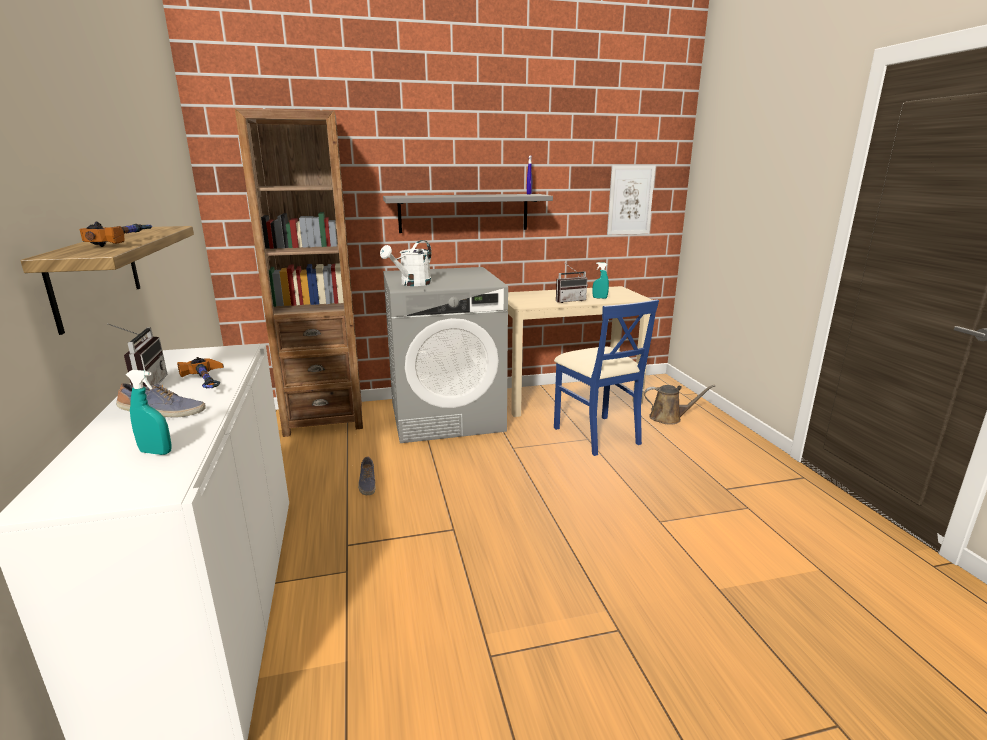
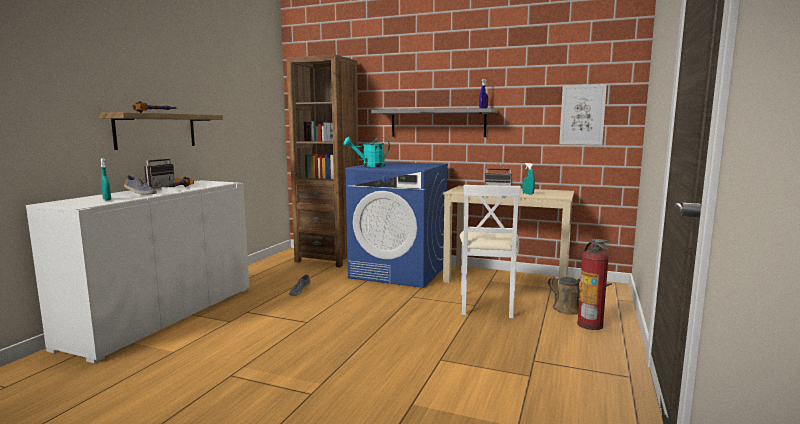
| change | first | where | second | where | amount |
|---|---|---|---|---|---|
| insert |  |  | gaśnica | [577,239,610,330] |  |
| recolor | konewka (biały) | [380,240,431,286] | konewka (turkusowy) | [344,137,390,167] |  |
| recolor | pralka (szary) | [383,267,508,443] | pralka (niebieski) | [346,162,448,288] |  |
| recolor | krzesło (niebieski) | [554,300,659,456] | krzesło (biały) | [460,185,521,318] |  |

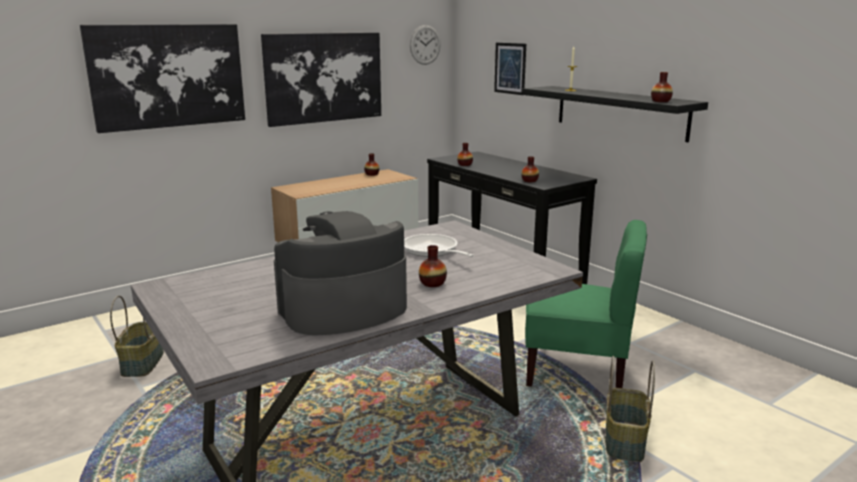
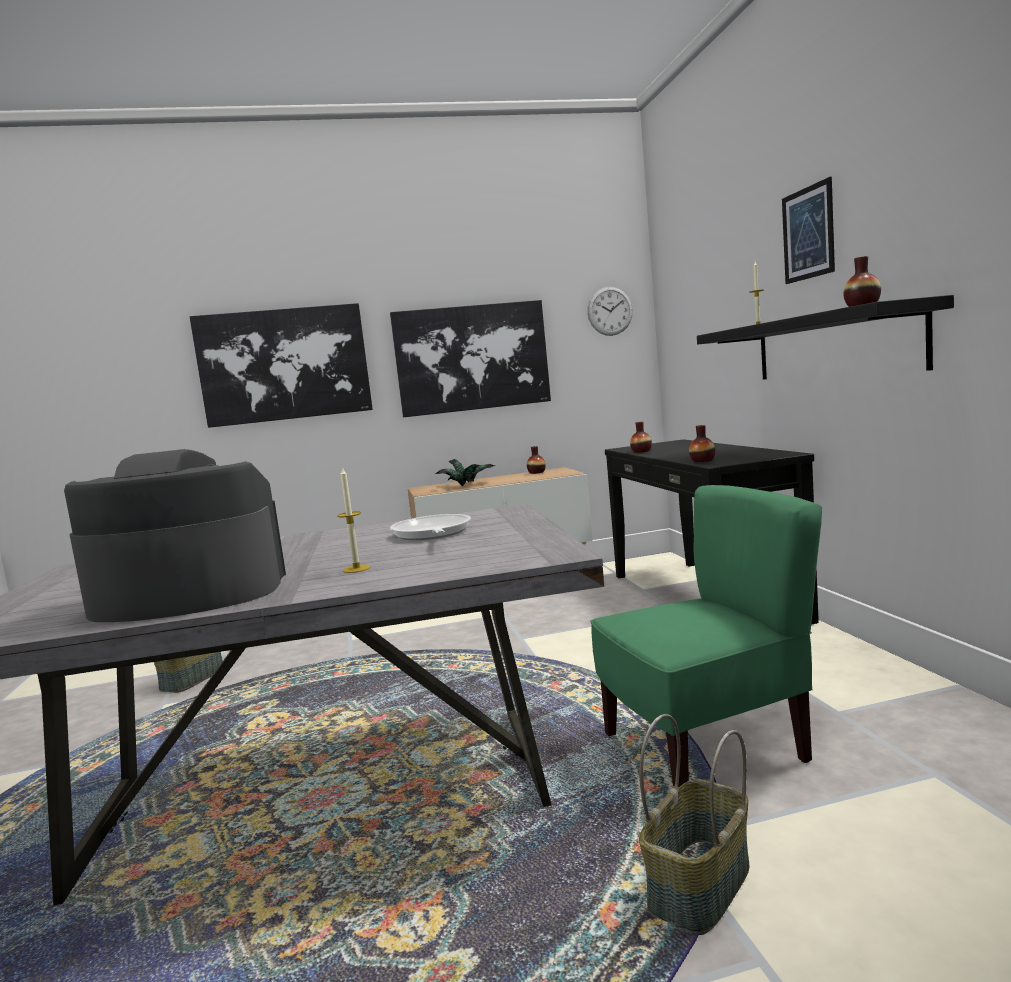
| change | first | where | second | where | amount |
|---|---|---|---|---|---|
| insert |  |  | roślina doniczkowa | [435,459,495,486] |  |
| move | obraz | [494,43,526,95] |  | [782,177,835,284] |  |
| replace | wazon | [419,245,447,287] | świeca | [337,466,371,573] |  |
| rotate | krzesło (zielony) | [525,220,647,388] |  | [590,485,822,787] | 60 degrees counterclockwise |

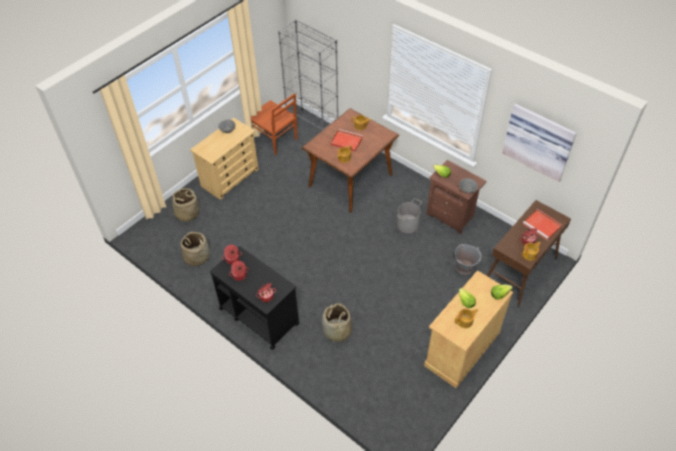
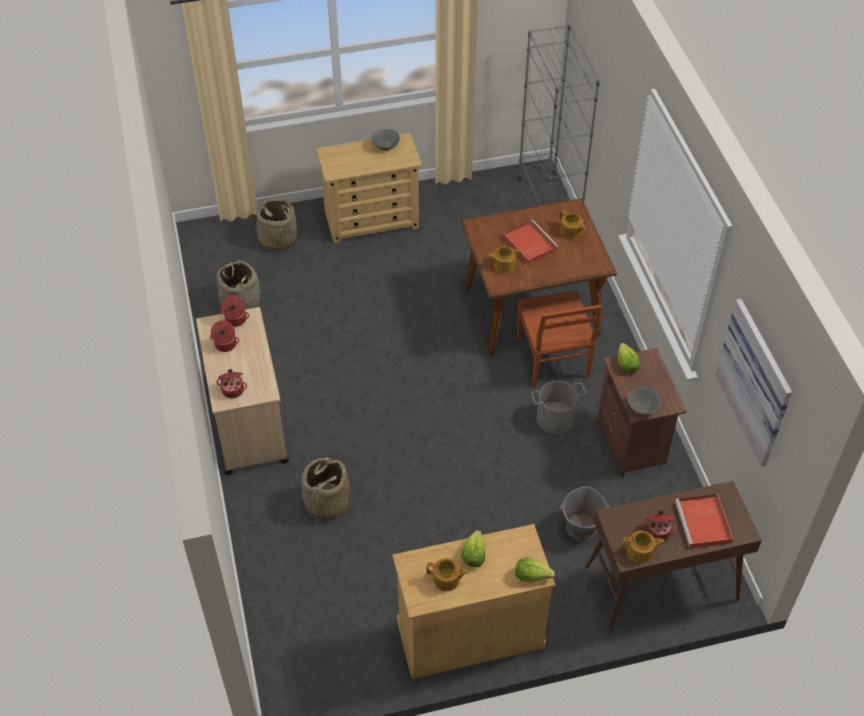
| change | first | where | second | where | amount |
|---|---|---|---|---|---|
| move | krzesło (brązowy) | [251,93,297,155] |  | [517,291,602,387] |  |
| recolor | wózek (czarny) | [210,246,300,350] | wózek (beżowy) | [196,307,289,475] |  |

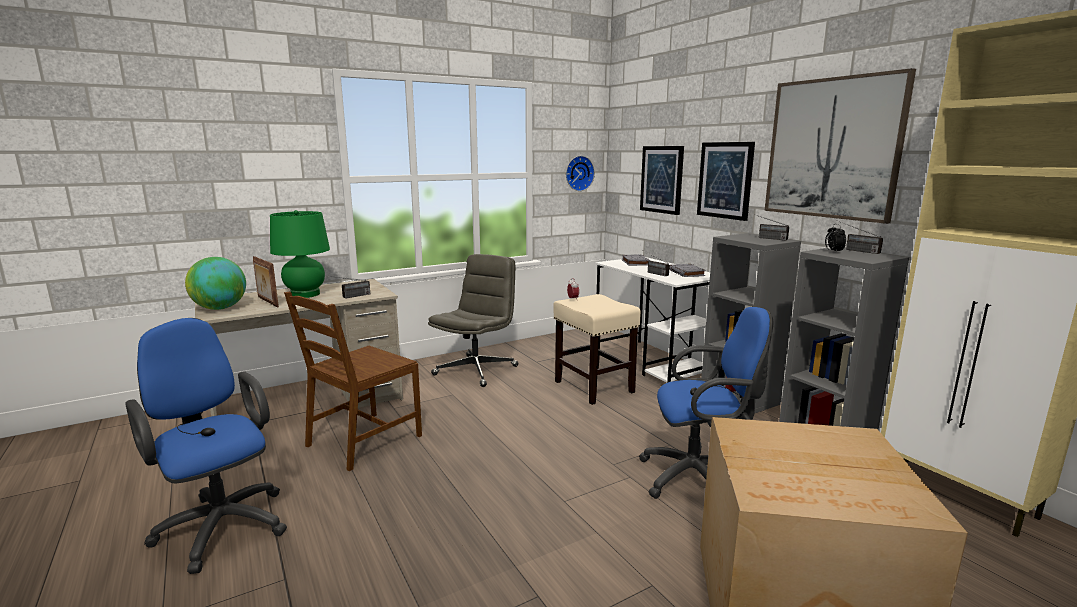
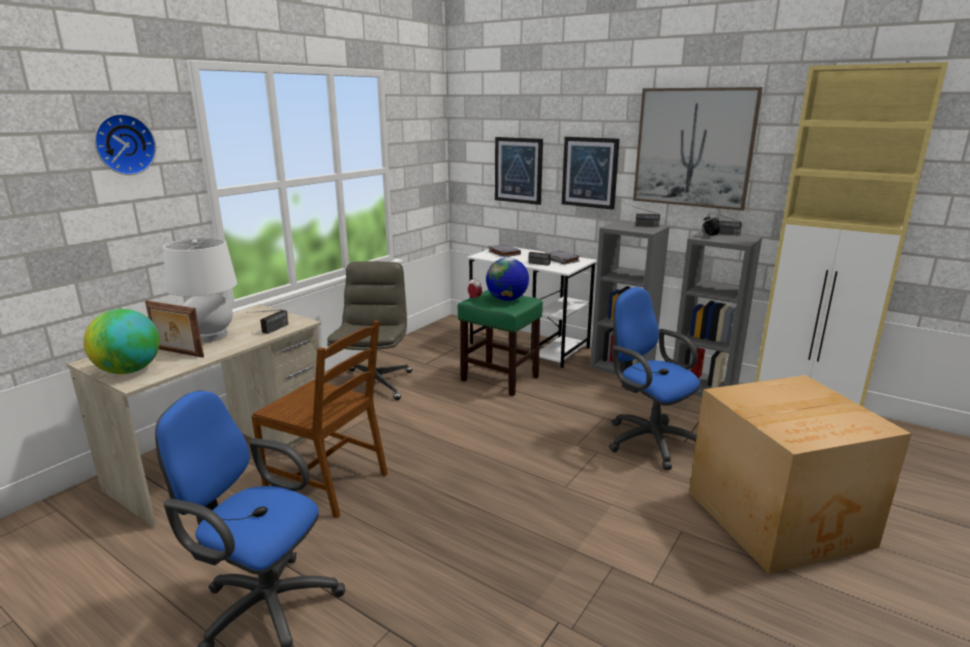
| change | first | where | second | where | amount |
|---|---|---|---|---|---|
| insert |  |  | globus | [486,258,529,301] |  |
| move | zegar ścienny | [566,156,595,191] |  | [94,114,156,175] |  |
| recolor | lampa stołowa (zielony) | [270,210,330,298] | lampa stołowa (biały) | [163,238,237,342] |  |
| recolor | stołek (beżowy) | [553,294,641,405] | stołek (zielony) | [458,290,543,396] |  |
| rotate | krzesło (brązowy) | [284,292,422,471] |  | [251,320,388,518] | 75 degrees counterclockwise |
| rotate | krzesło biurowe (niebieski) | [639,307,773,499] |  | [609,287,700,470] | 105 degrees counterclockwise |

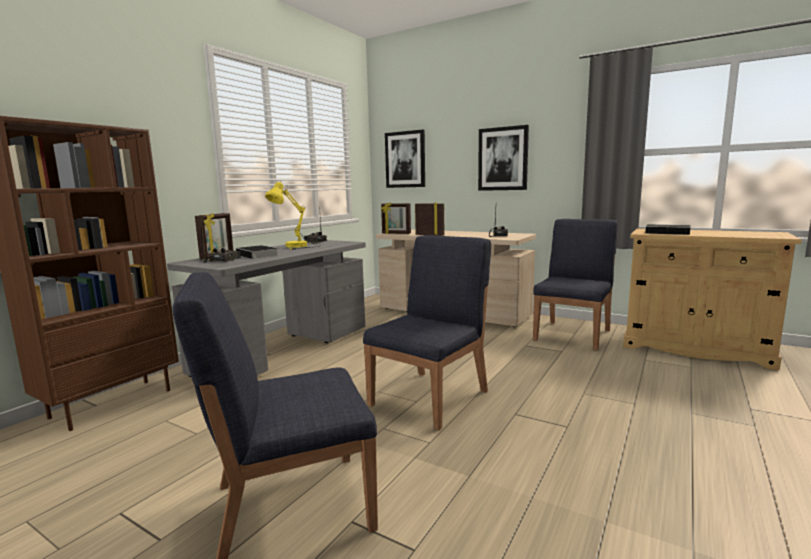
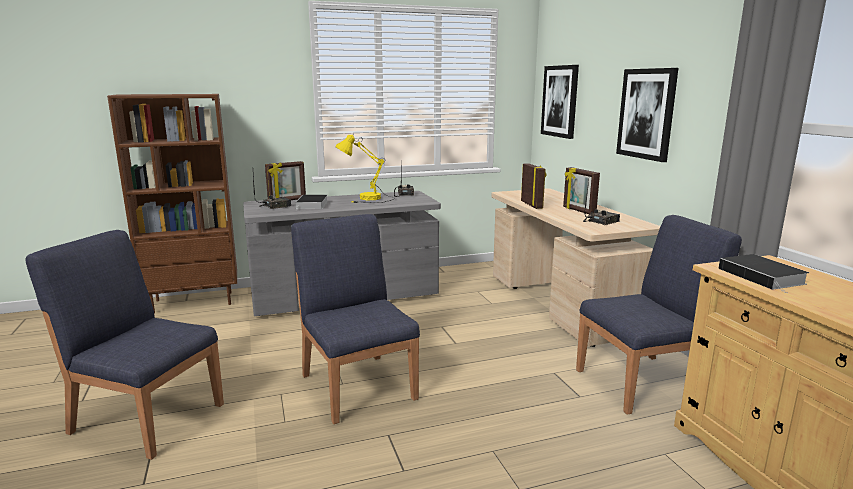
| change | first | where | second | where | amount |
|---|---|---|---|---|---|
| move | ramka na zdjęcie | [381,203,411,234] |  | [563,167,600,215] |  |
| rotate | krzesło (niebieski) | [363,235,491,430] |  | [291,214,420,424] | 105 degrees counterclockwise |

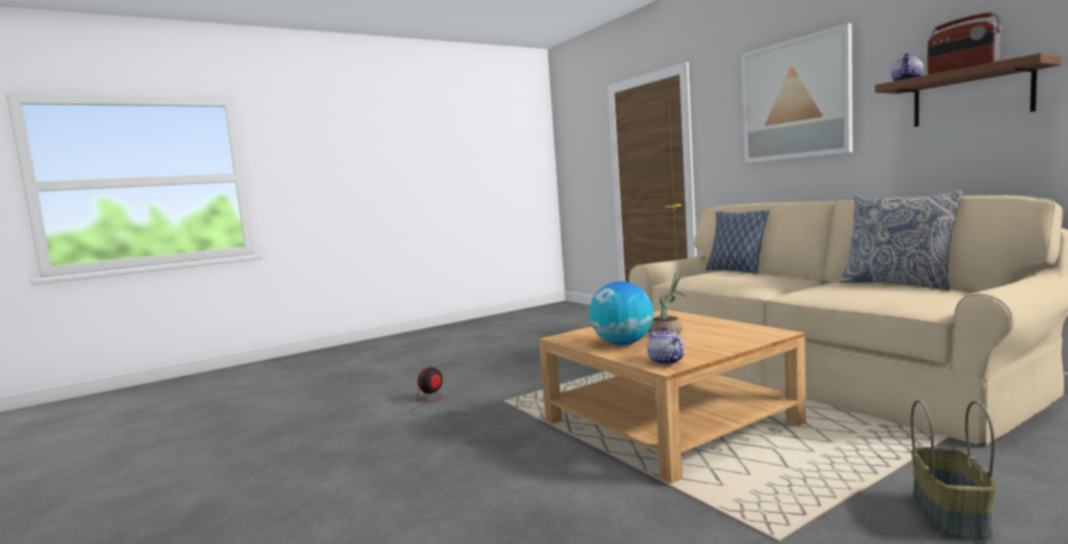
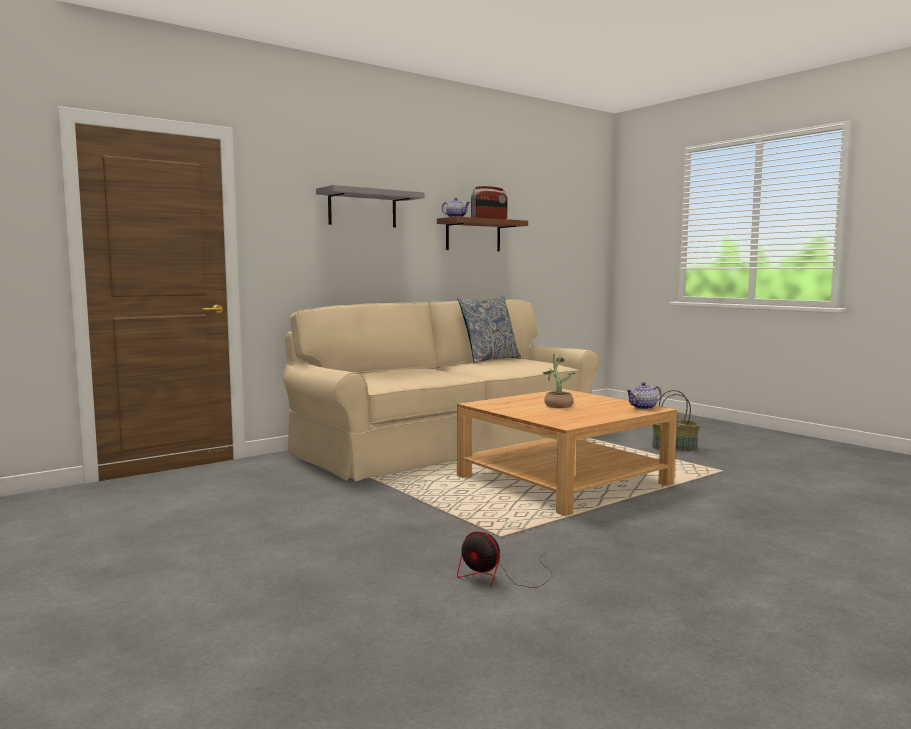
| change | first | where | second | where | amount |
|---|---|---|---|---|---|
| delete | globus | [589,281,653,345] |  |  |  |
| delete | poduszka | [706,209,769,274] |  |  |  |
| replace | obraz | [741,23,853,163] | półka (szary) | [316,185,424,228] |  |

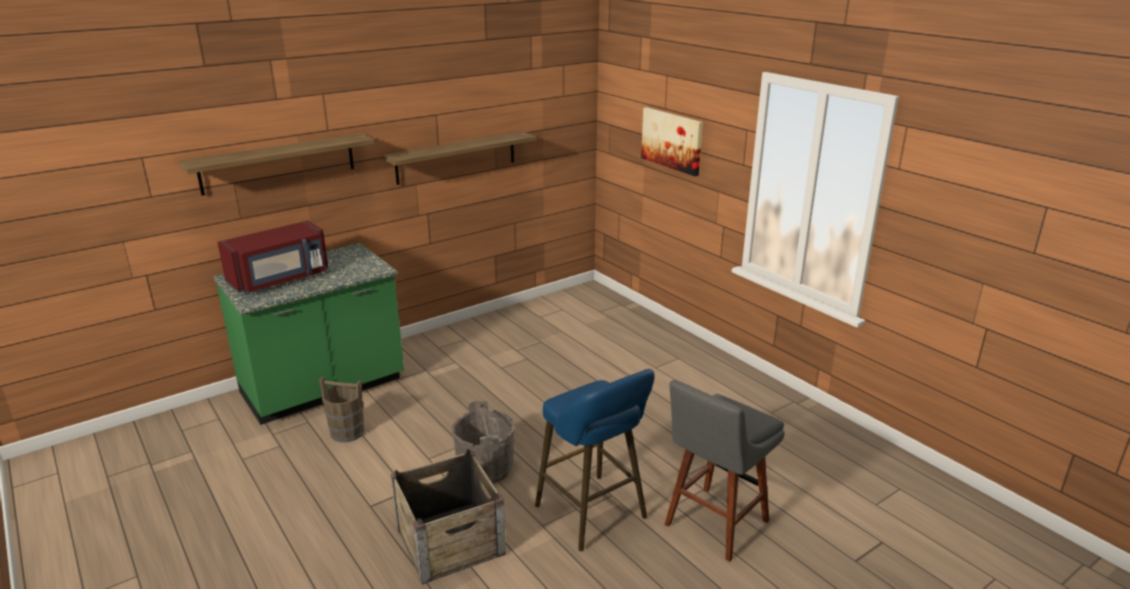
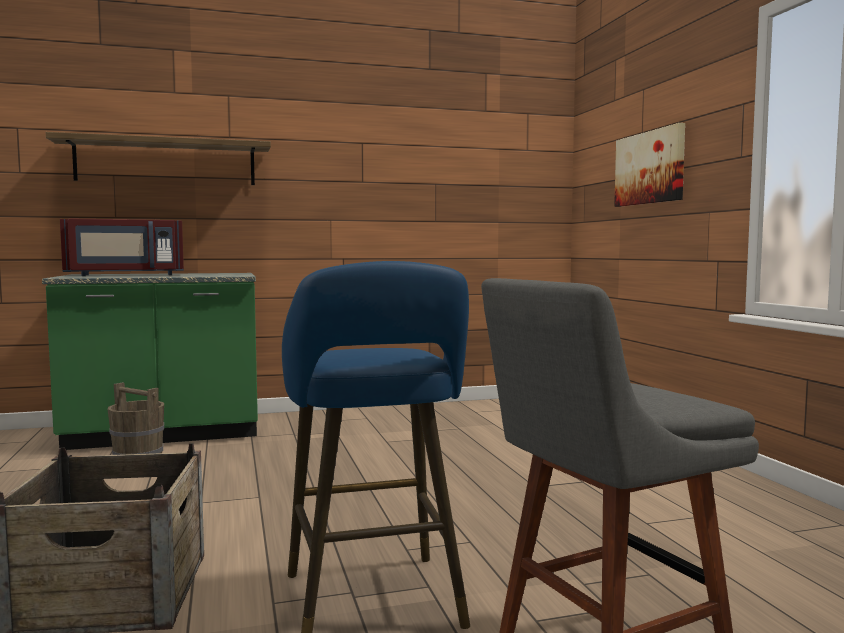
| change | first | where | second | where | amount |
|---|---|---|---|---|---|
| delete | półka | [382,131,537,185] |  |  |  |
| delete | wiadro (szary) | [452,401,515,484] |  |  |  |

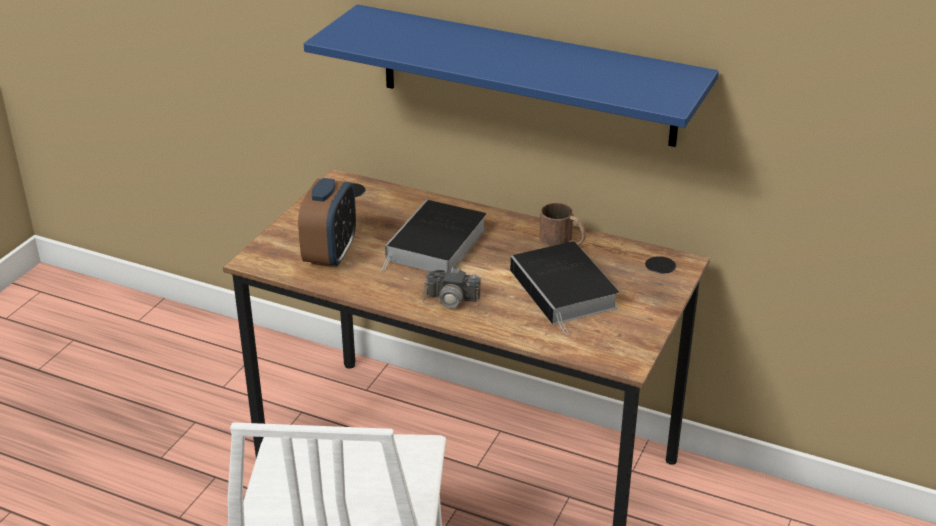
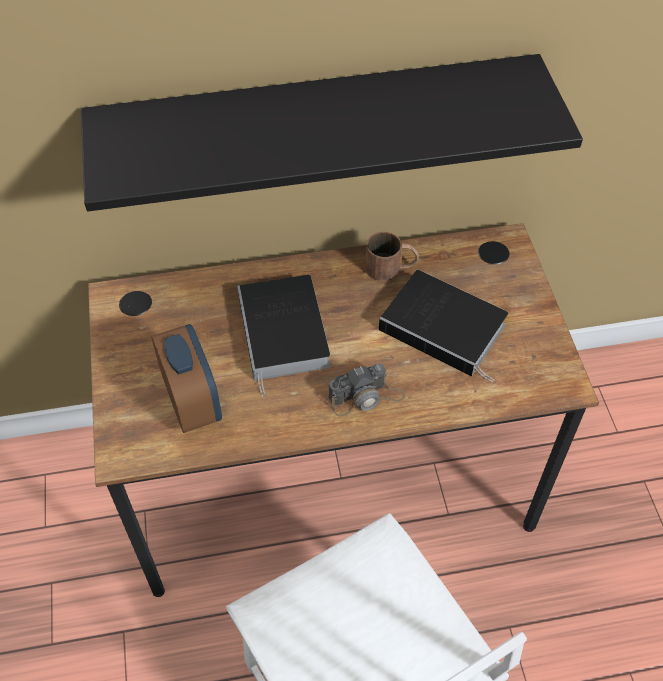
| change | first | where | second | where | amount |
|---|---|---|---|---|---|
| recolor | półka (niebieski) | [304,4,719,147] | półka (czarny) | [81,54,583,211] |  |

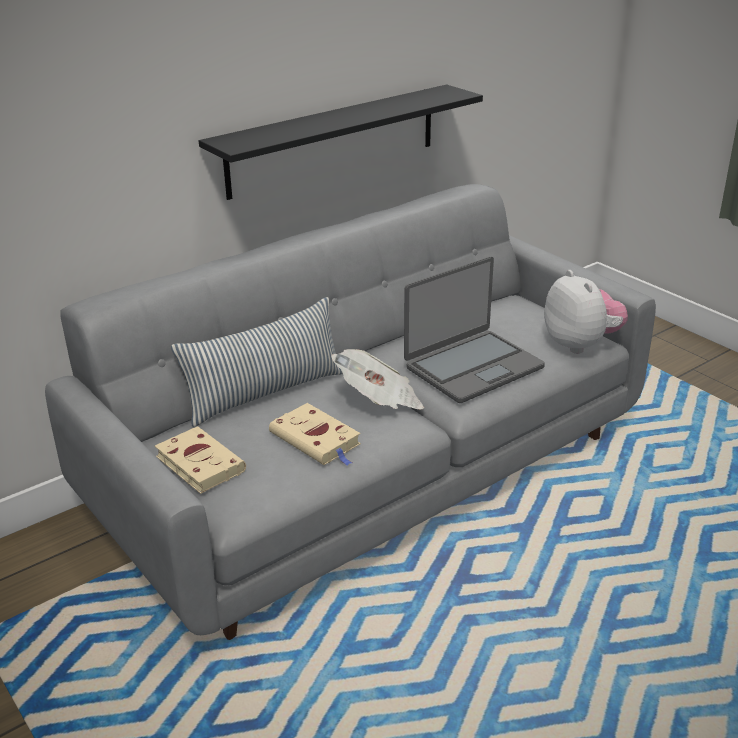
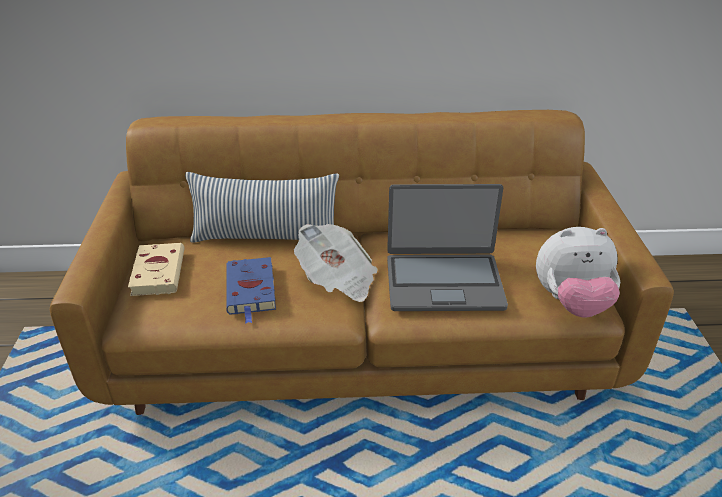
| change | first | where | second | where | amount |
|---|---|---|---|---|---|
| delete | półka (czarny) | [199,85,483,200] |  |  |  |
| recolor | kanapa (szary) | [45,184,656,640] | kanapa (brązowy) | [50,110,674,415] |  |
| recolor | książka (beżowy) | [269,403,361,466] | książka (niebieski) | [226,257,276,324] |  |
| rotate | pluszak | [544,270,628,354] |  | [536,227,620,318] | 75 degrees clockwise |

